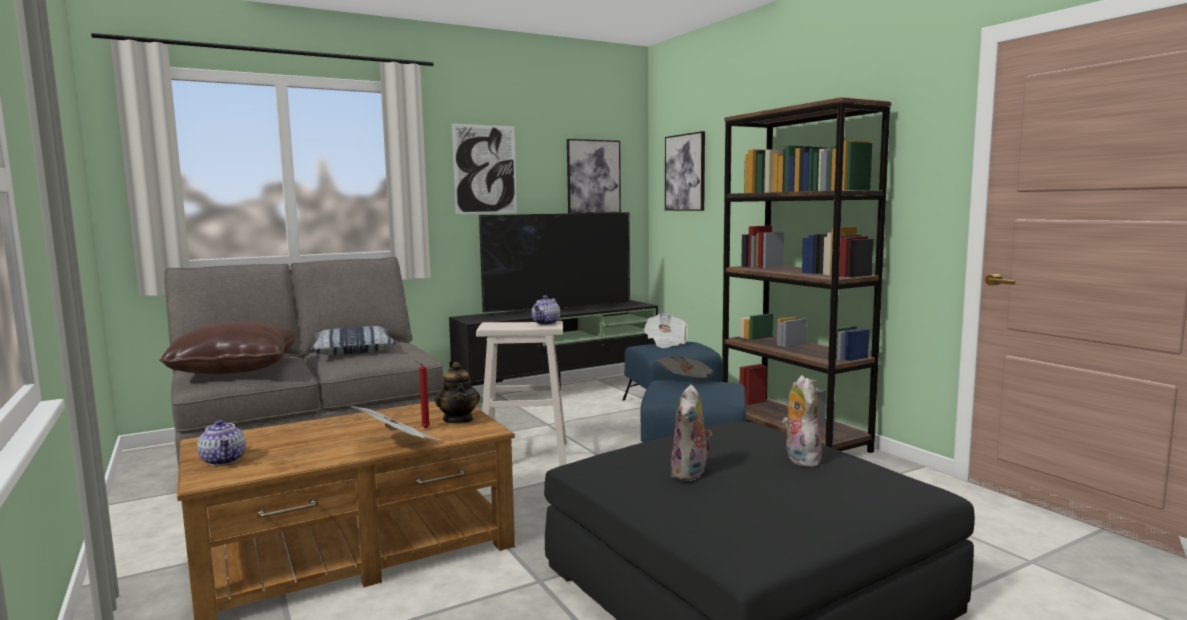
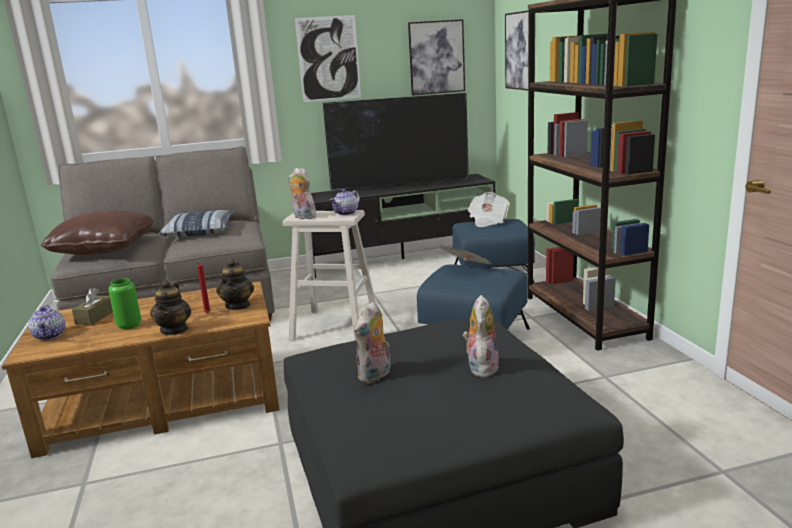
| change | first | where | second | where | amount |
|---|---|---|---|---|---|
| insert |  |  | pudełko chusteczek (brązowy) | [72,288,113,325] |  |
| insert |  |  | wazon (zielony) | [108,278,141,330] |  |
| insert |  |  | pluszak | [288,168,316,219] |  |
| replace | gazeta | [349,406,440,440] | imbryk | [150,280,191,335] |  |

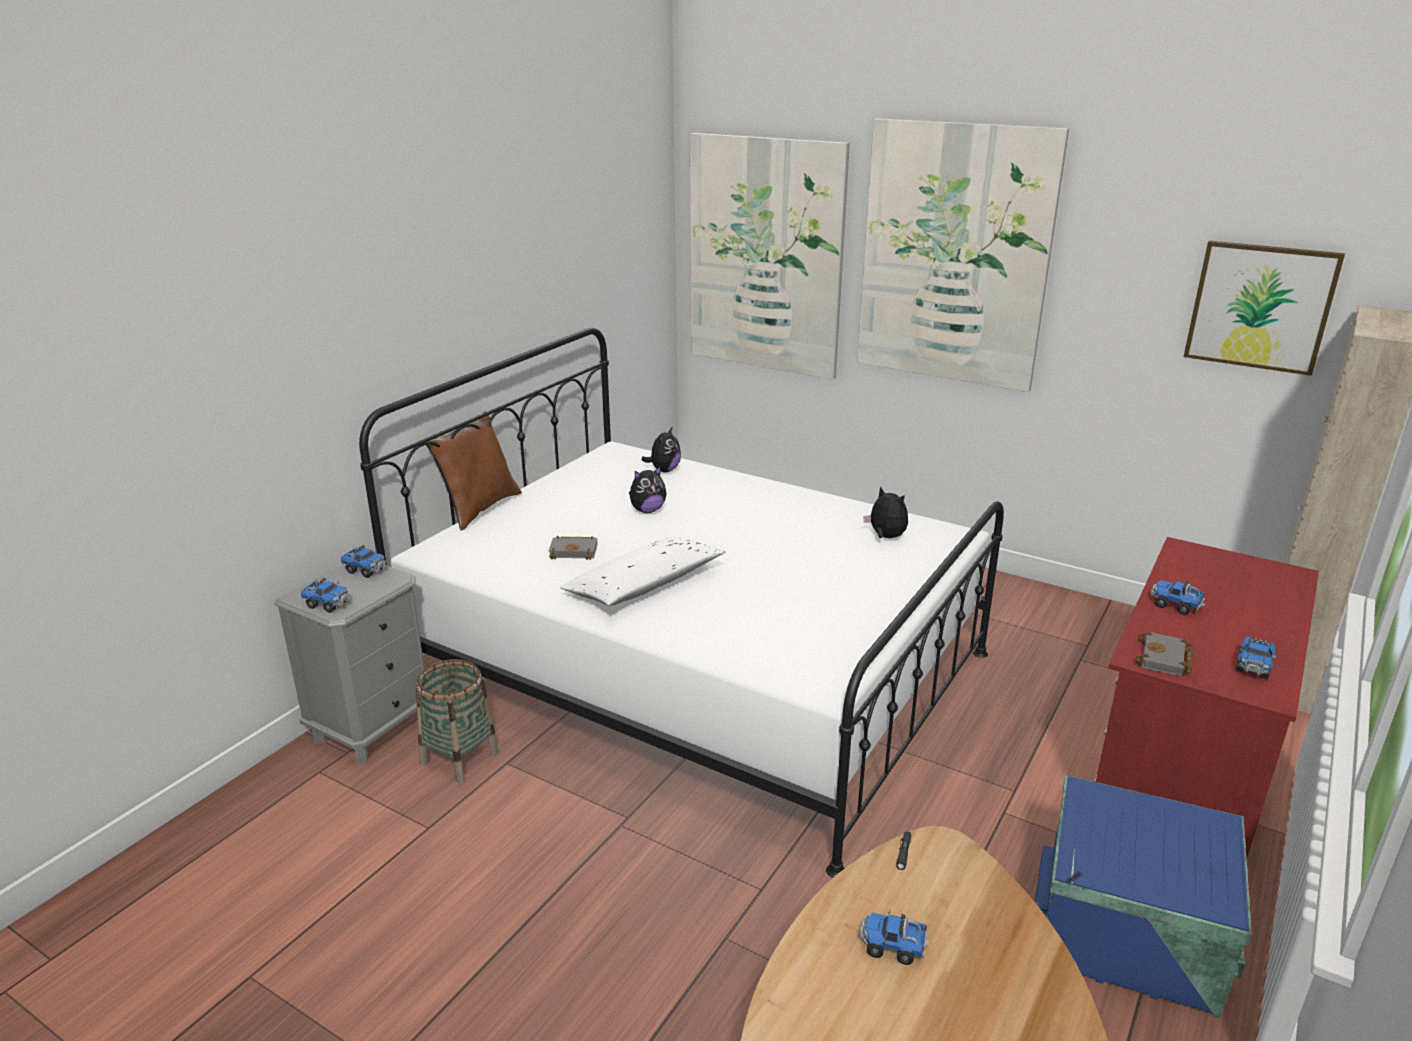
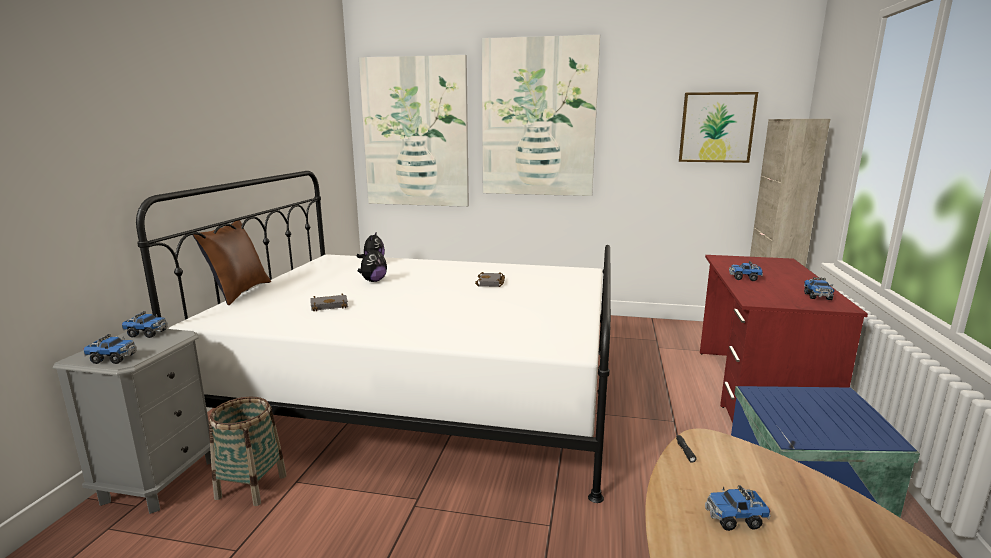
| change | first | where | second | where | amount |
|---|---|---|---|---|---|
| delete | poduszka (biały) | [560,537,726,606] |  |  |  |
| delete | pluszak | [863,486,908,538] |  |  |  |
| move | książka (szary) | [1135,632,1193,676] |  | [475,272,505,287] |  |

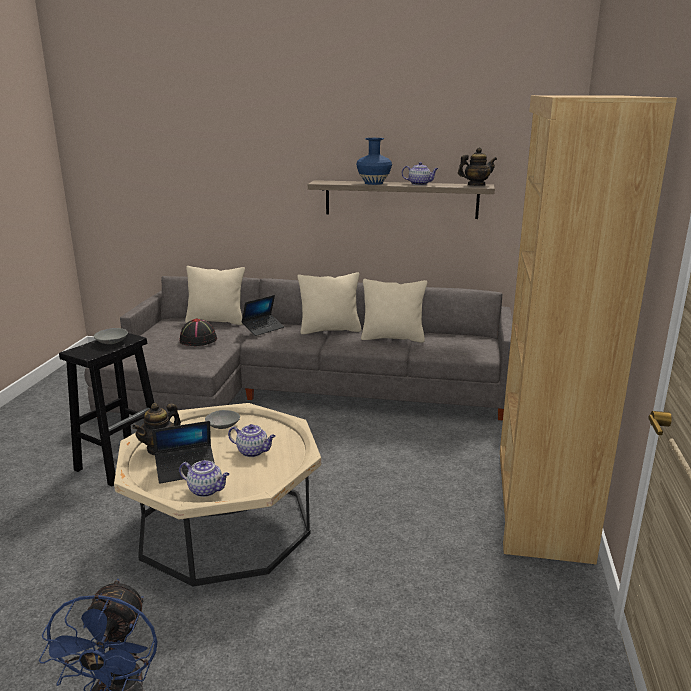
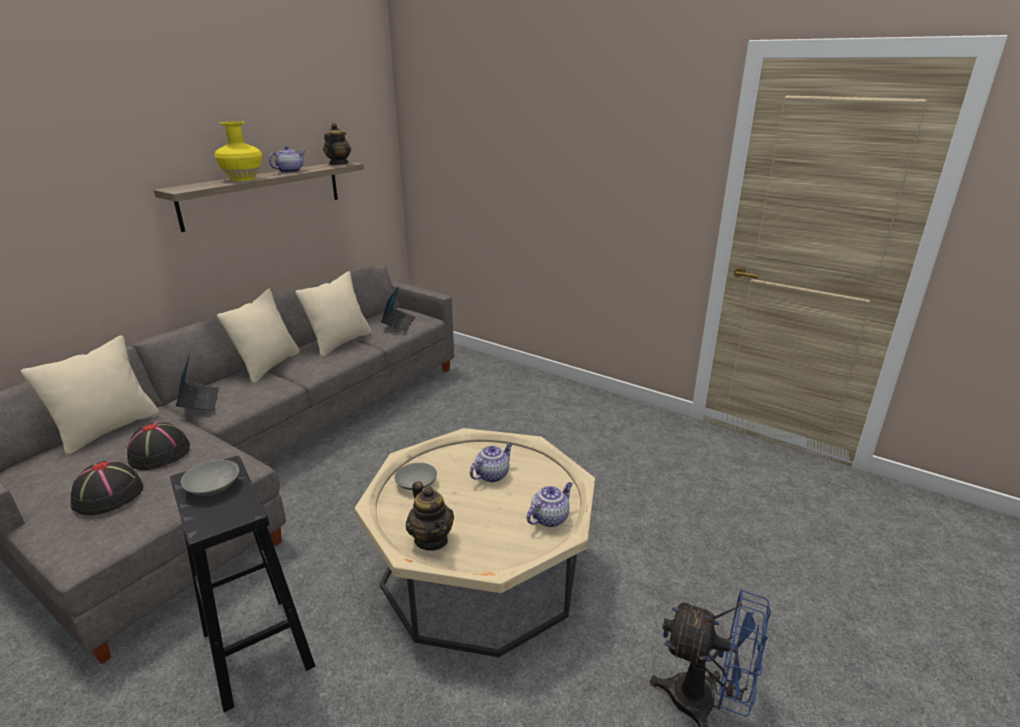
| change | first | where | second | where | amount |
|---|---|---|---|---|---|
| delete | regał (brązowy) | [500,95,677,564] |  |  |  |
| insert |  |  | kapelusz (czarny) | [71,461,143,516] |  |
| move | laptop | [152,421,215,484] |  | [381,286,415,331] |  |
| recolor | wazon (niebieski) | [356,138,392,185] | wazon (żółty) | [214,121,262,181] |  |

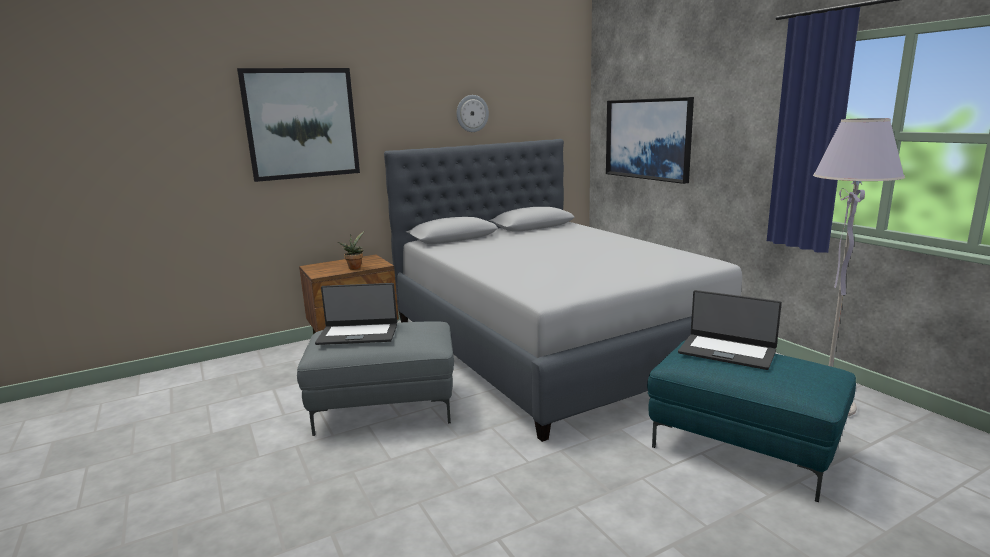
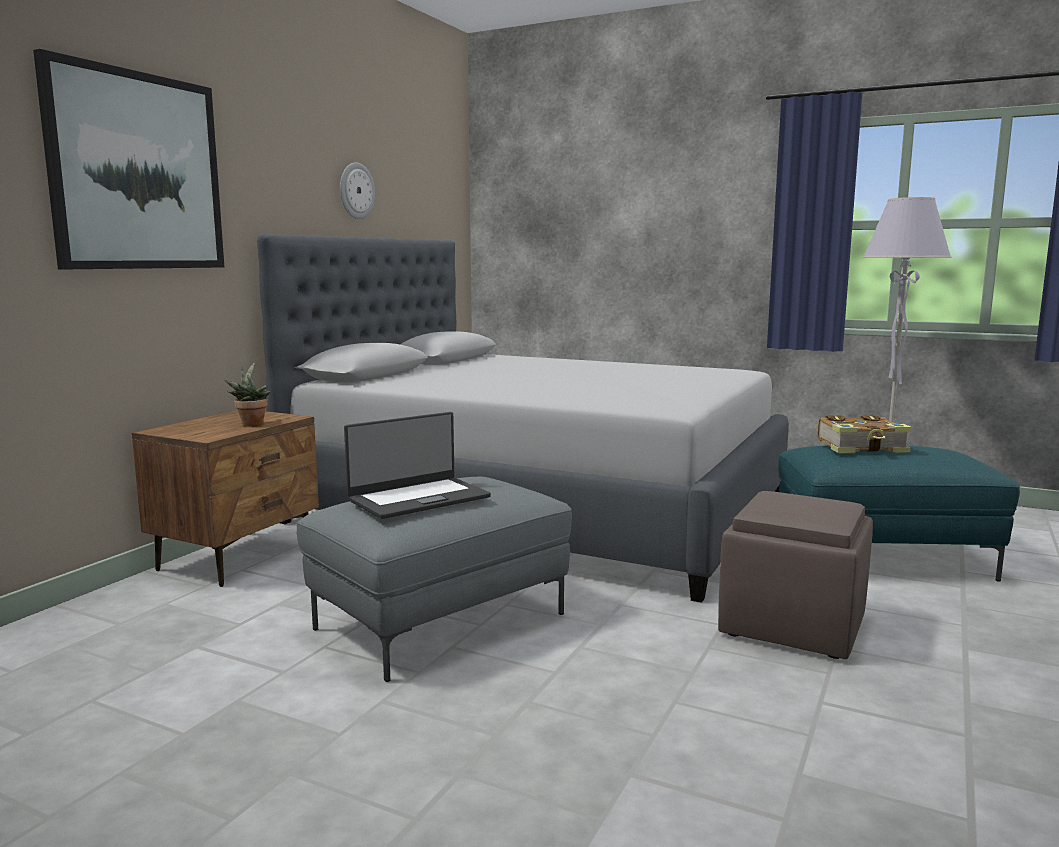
| change | first | where | second | where | amount |
|---|---|---|---|---|---|
| delete | obraz | [606,97,694,184] |  |  |  |
| insert |  |  | pufa (brązowy) | [718,491,873,659] |  |
| replace | laptop | [678,290,782,370] | książka | [817,415,912,453] |  |

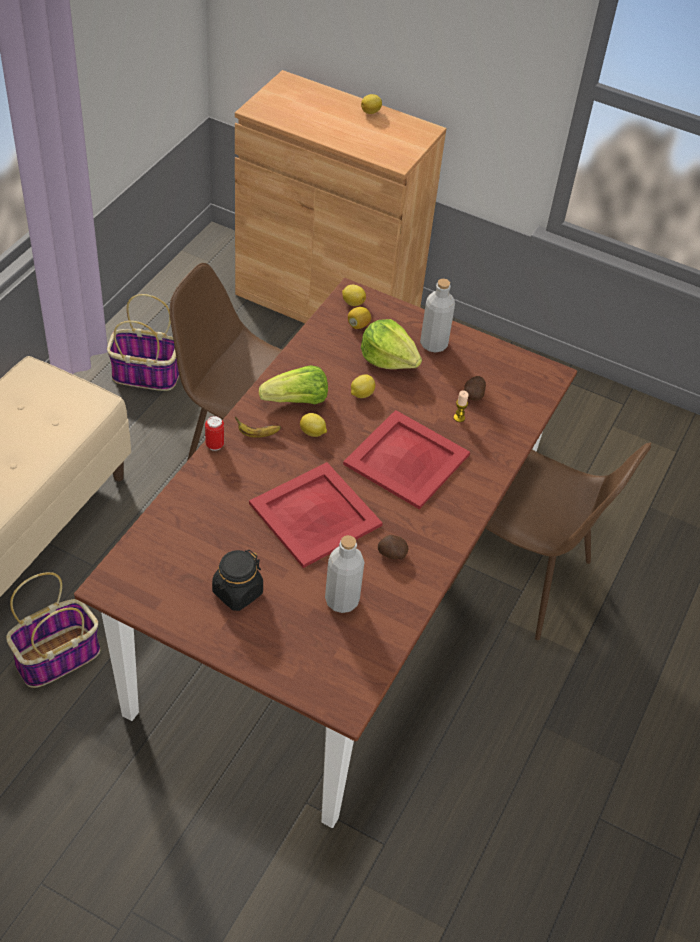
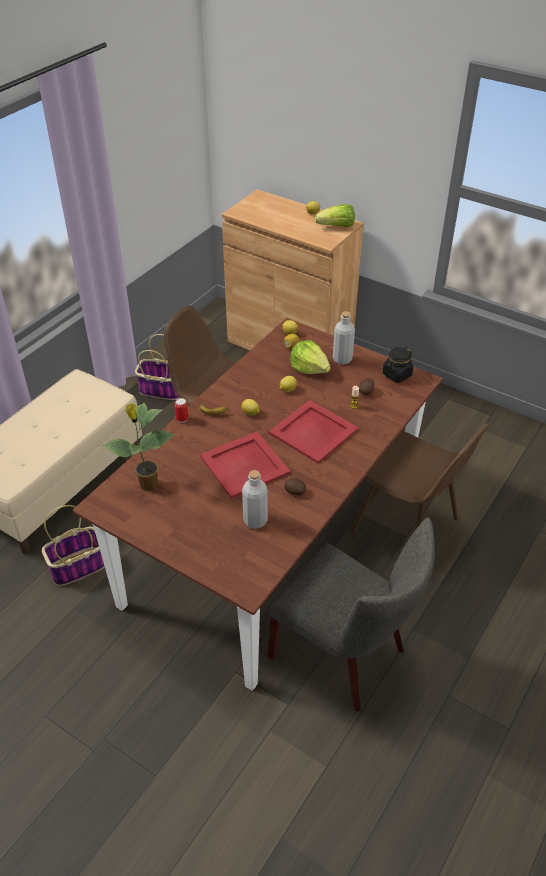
| change | first | where | second | where | amount |
|---|---|---|---|---|---|
| insert |  |  | roślina doniczkowa | [103,403,175,491] |  |
| insert |  |  | krzesło (szary) | [268,518,435,712] |  |
| move | słoik (czarny) | [212,550,263,611] |  | [383,347,413,383] |  |
| move | sałata | [259,365,328,404] |  | [315,204,355,227] |  |

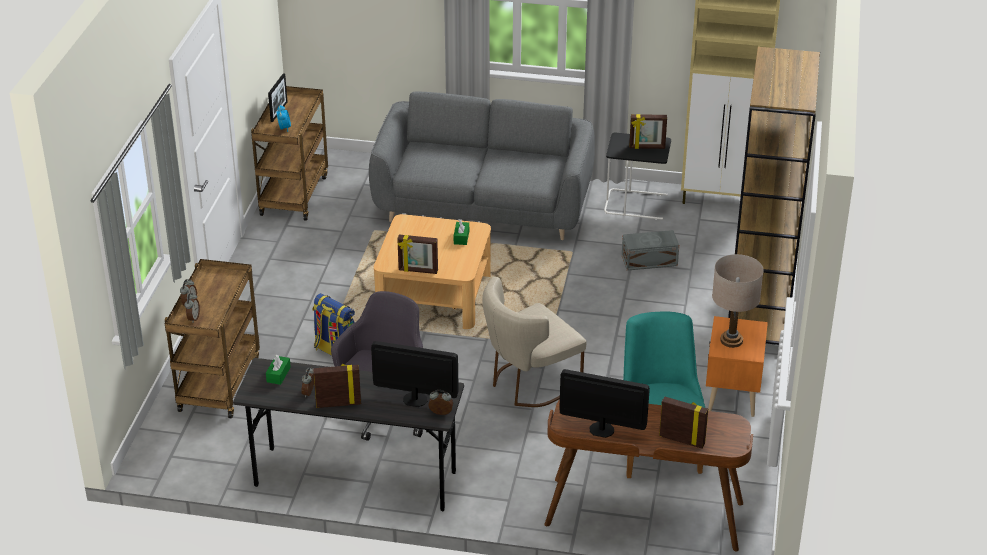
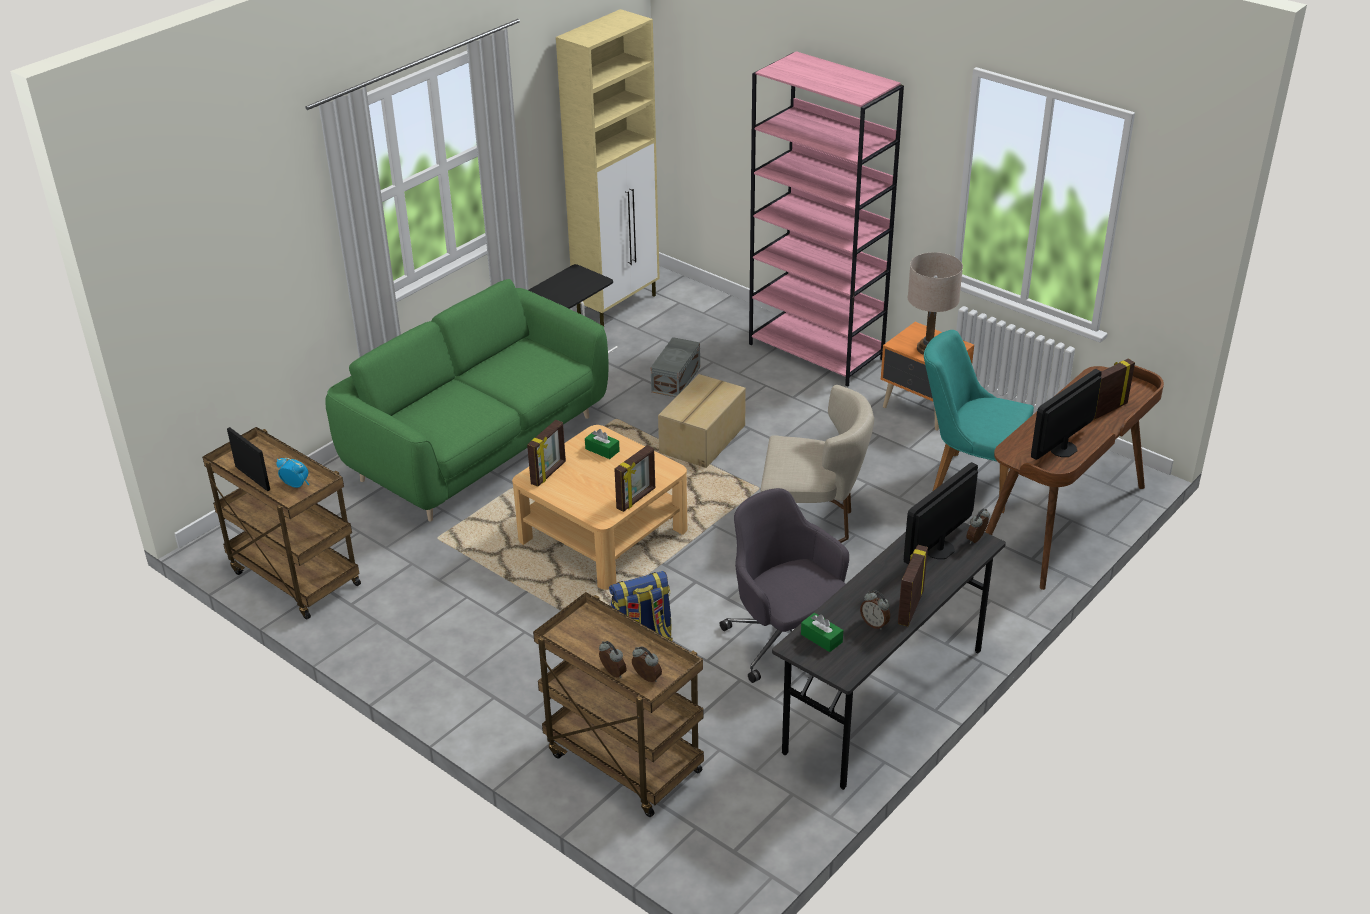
| change | first | where | second | where | amount |
|---|---|---|---|---|---|
| insert |  |  | karton | [658,374,746,468] |  |
| move | ramka na zdjęcie | [629,114,667,149] |  | [527,420,566,487] |  |
| recolor | kanapa (szary) | [369,91,595,240] | kanapa (zielony) | [325,279,608,522] |  |
| recolor | regał (brązowy) | [728,47,820,345] | regał (różowy) | [749,51,904,386] |  |
| rotate | krzesło (beżowy) | [482,277,586,407] |  | [761,385,874,543] | 75 degrees counterclockwise |

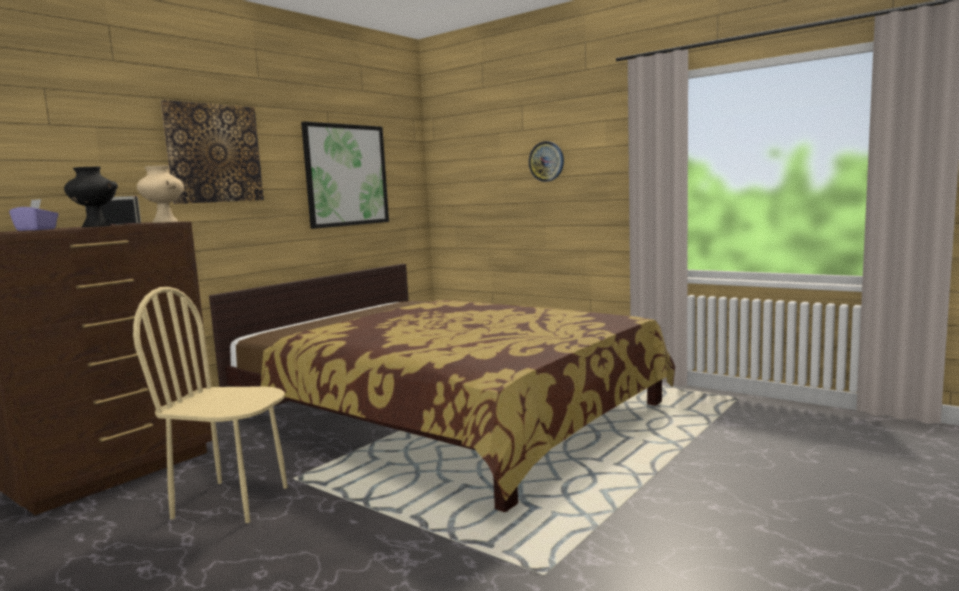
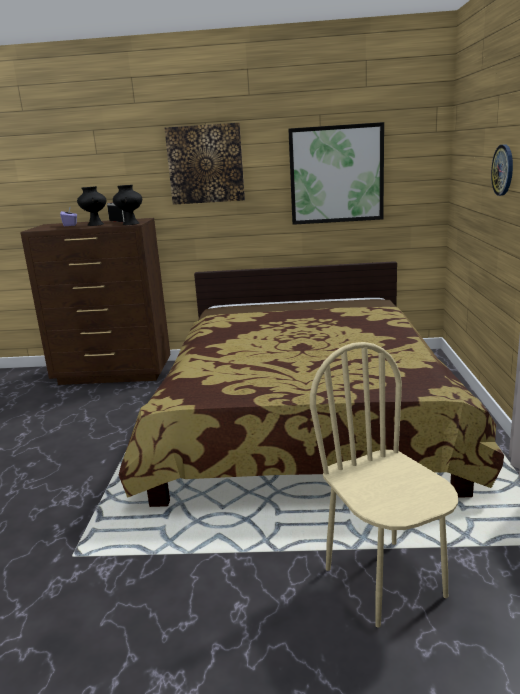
| change | first | where | second | where | amount |
|---|---|---|---|---|---|
| move | krzesło (beżowy) | [133,287,288,523] |  | [310,342,458,627] |  |
| recolor | wazon (beżowy) | [137,165,184,223] | wazon (czarny) | [113,185,142,225] |  |

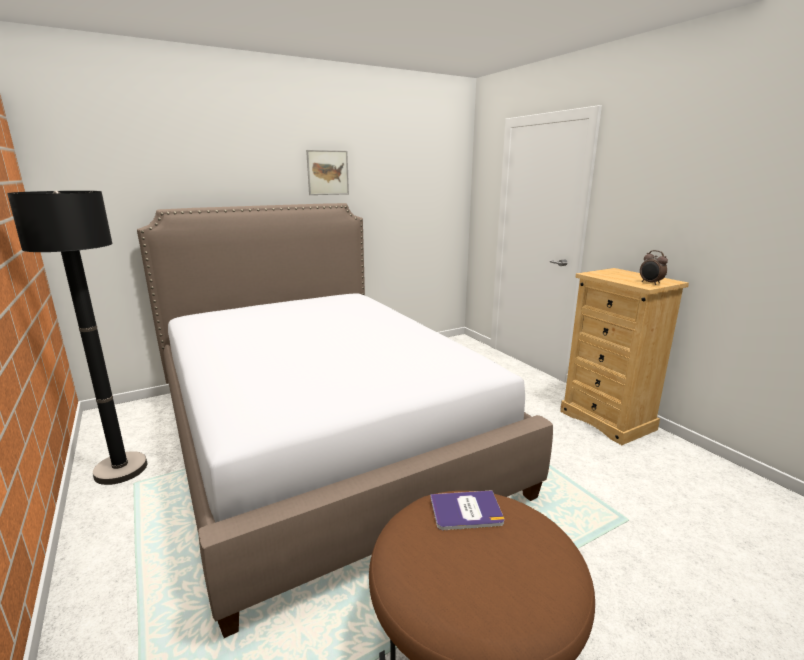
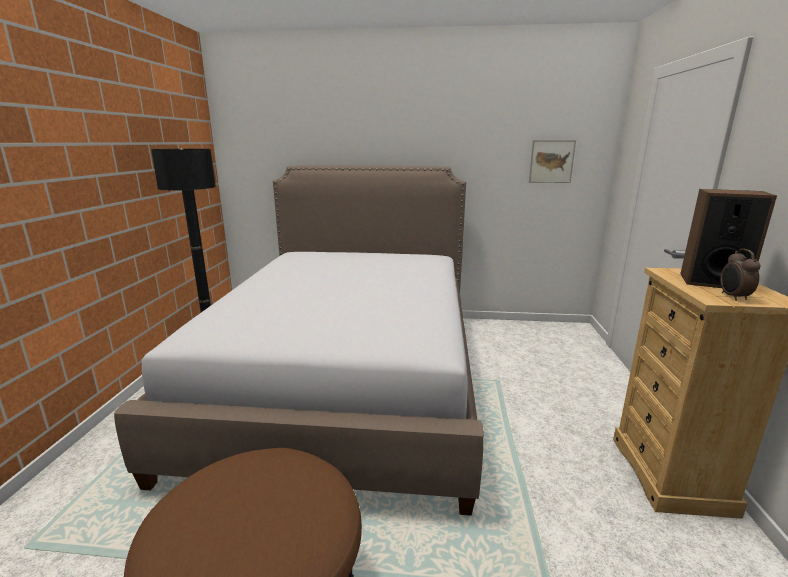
| change | first | where | second | where | amount |
|---|---|---|---|---|---|
| delete | książka | [430,490,504,530] |  |  |  |
| insert |  |  | głośnik | [680,189,777,288] |  |
| move | obraz | [306,150,349,195] |  | [529,140,576,183] |  |

